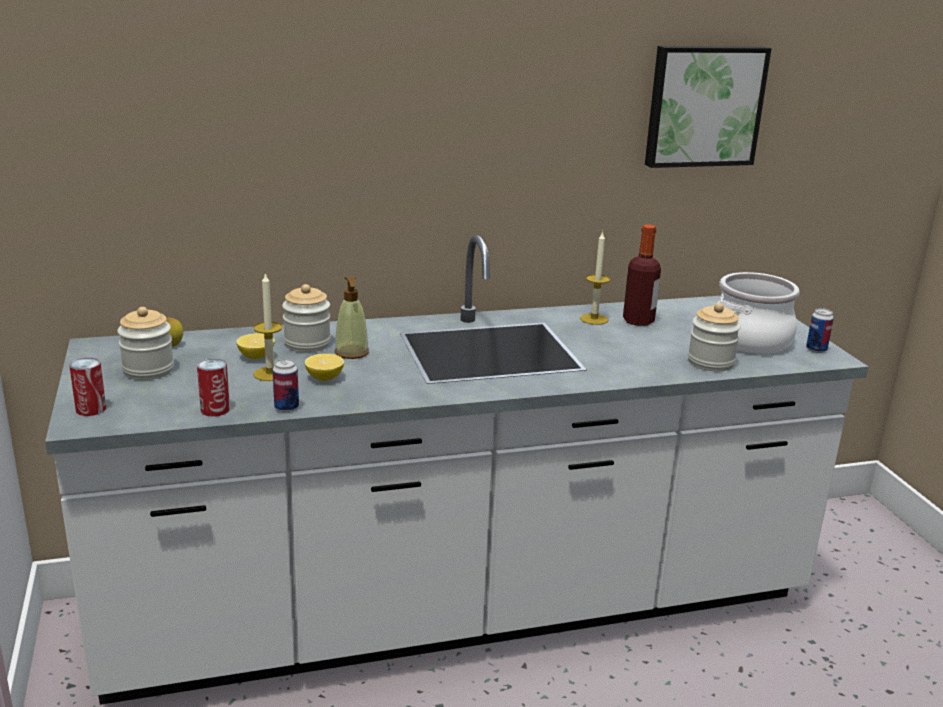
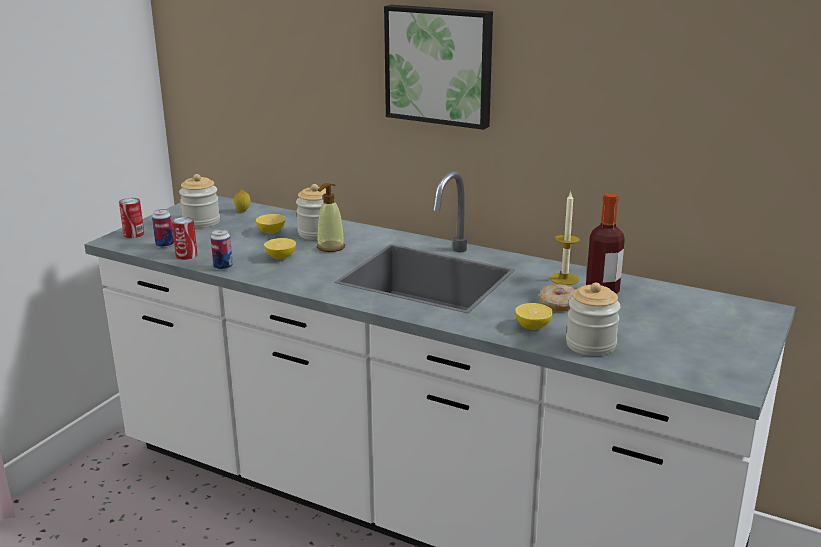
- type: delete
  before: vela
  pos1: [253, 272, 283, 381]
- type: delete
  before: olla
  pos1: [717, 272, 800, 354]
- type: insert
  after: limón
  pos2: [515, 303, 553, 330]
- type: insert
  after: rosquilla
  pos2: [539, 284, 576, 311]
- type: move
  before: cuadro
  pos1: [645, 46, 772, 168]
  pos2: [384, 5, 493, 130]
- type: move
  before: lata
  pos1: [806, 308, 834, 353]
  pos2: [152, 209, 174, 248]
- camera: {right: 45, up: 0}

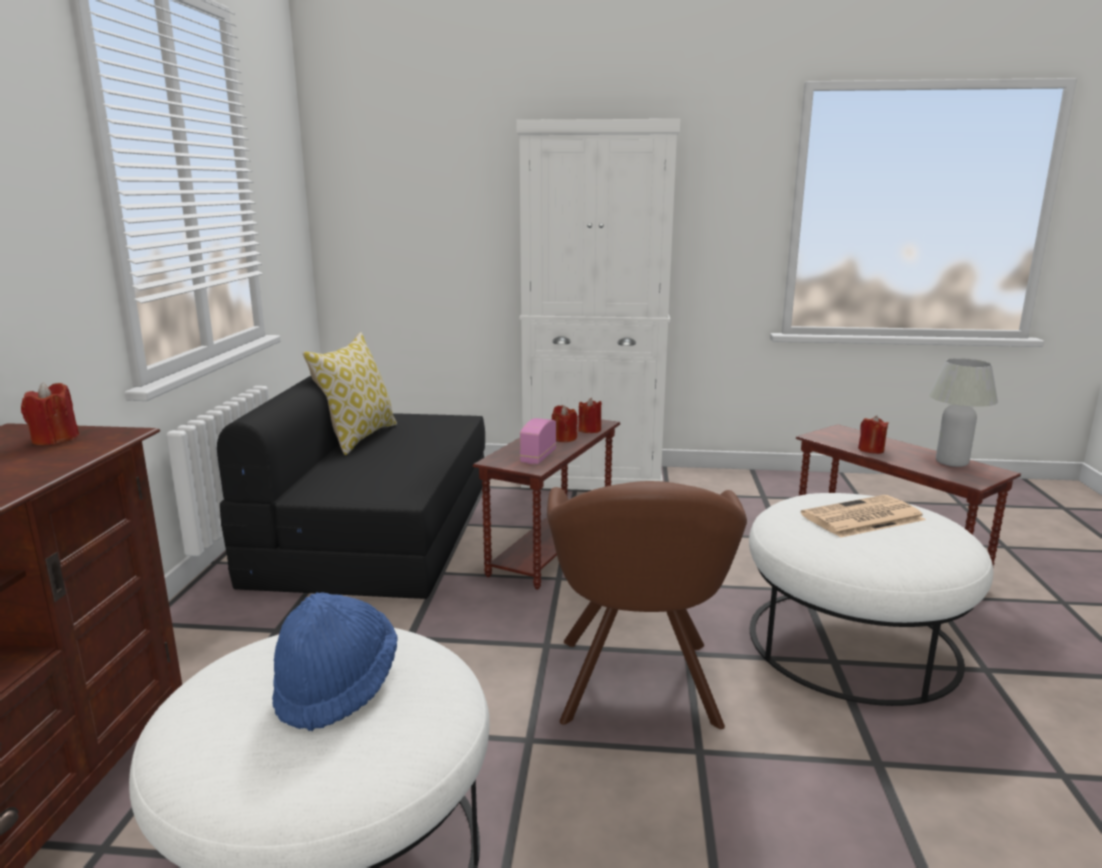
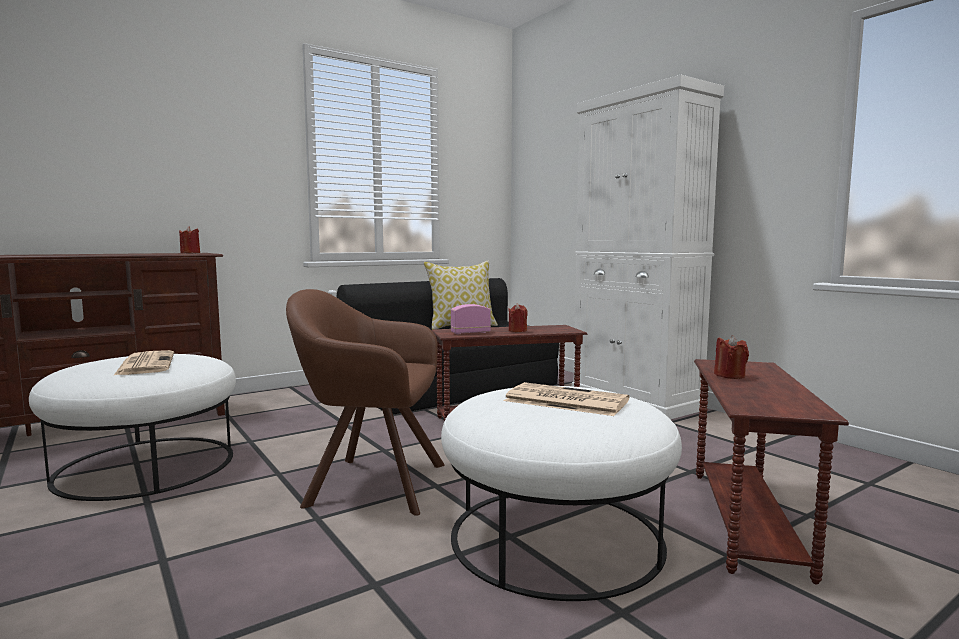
- type: delete
  before: vela [rojo]
  pos1: [578, 398, 602, 433]
- type: delete
  before: lámpara de mesa [blanco]
  pos1: [928, 358, 998, 467]
- type: replace
  before: sombrero [azul]
  after: periódico
  pos1: [272, 592, 398, 731]
  pos2: [113, 350, 174, 376]
- type: rotate
  before: sillón [marrón]
  pos1: [547, 481, 747, 729]
  pos2: [286, 289, 445, 516]
  turn: 45
- camera: {right: 50, up: -10}

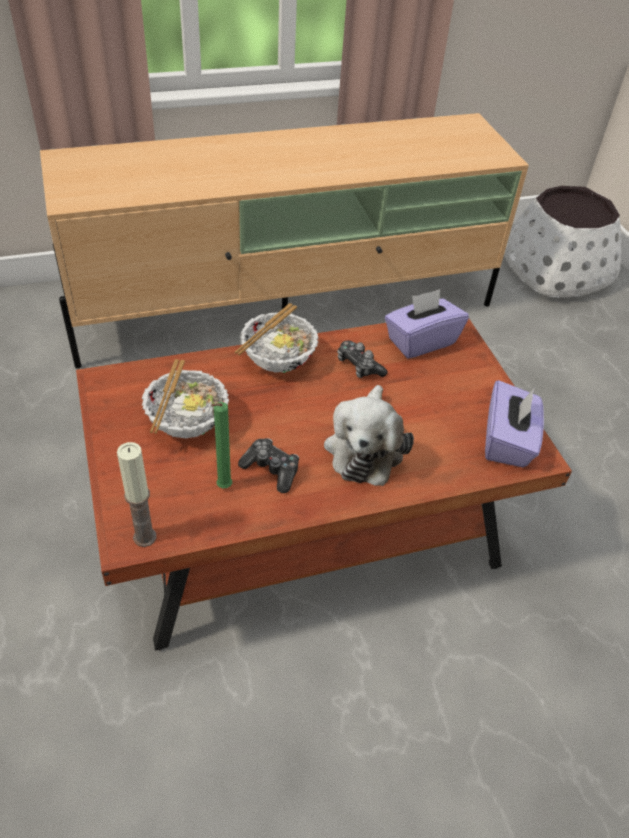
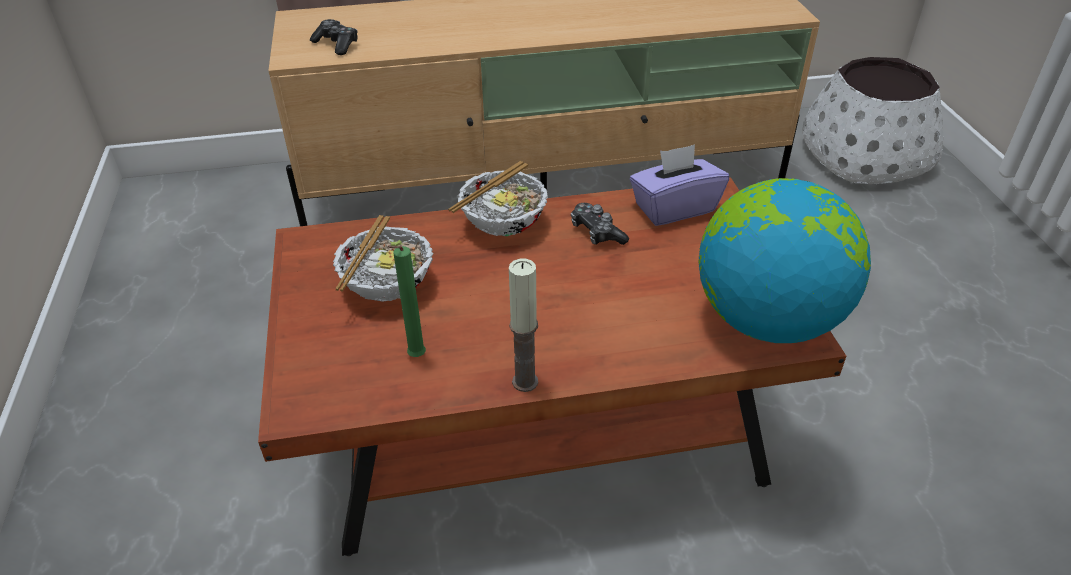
- type: delete
  before: peluche
  pos1: [324, 385, 414, 486]
- type: move
  before: vela
  pos1: [117, 442, 156, 547]
  pos2: [509, 259, 538, 392]
- type: move
  before: mando de consola
  pos1: [238, 438, 299, 493]
  pos2: [310, 19, 358, 55]
- type: replace
  before: caja de pañuelos [morado]
  after: globo terráqueo
  pos1: [485, 380, 544, 467]
  pos2: [698, 178, 871, 343]
- camera: {right: 10, up: -5}

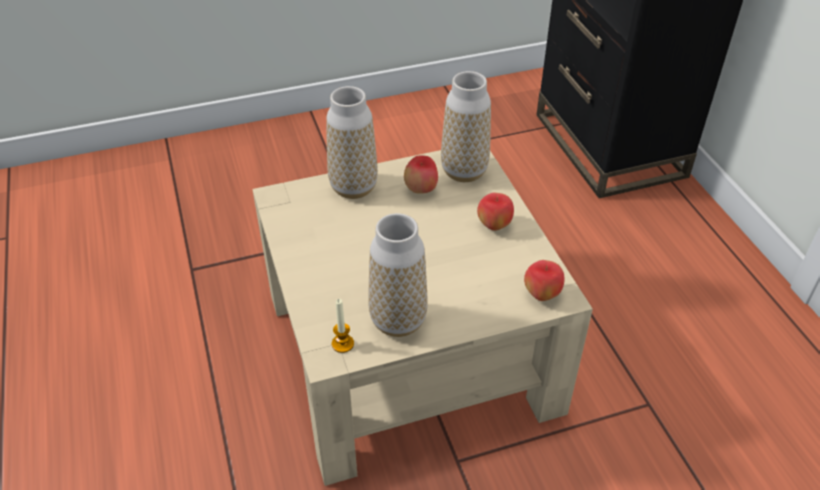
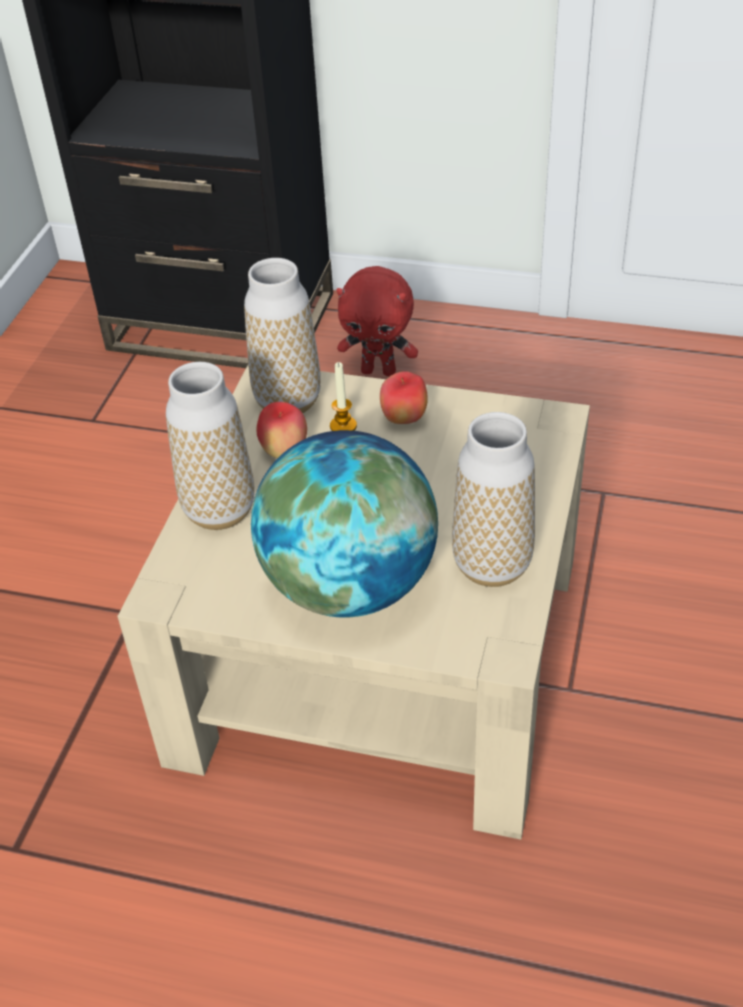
- type: delete
  before: manzana
  pos1: [524, 260, 564, 301]
- type: insert
  after: globo terráqueo
  pos2: [251, 430, 438, 618]
- type: insert
  after: peluche [rojo]
  pos2: [336, 266, 418, 377]
- type: move
  before: vela
  pos1: [332, 299, 354, 353]
  pos2: [330, 362, 357, 431]
- camera: {right: -55, up: 0}

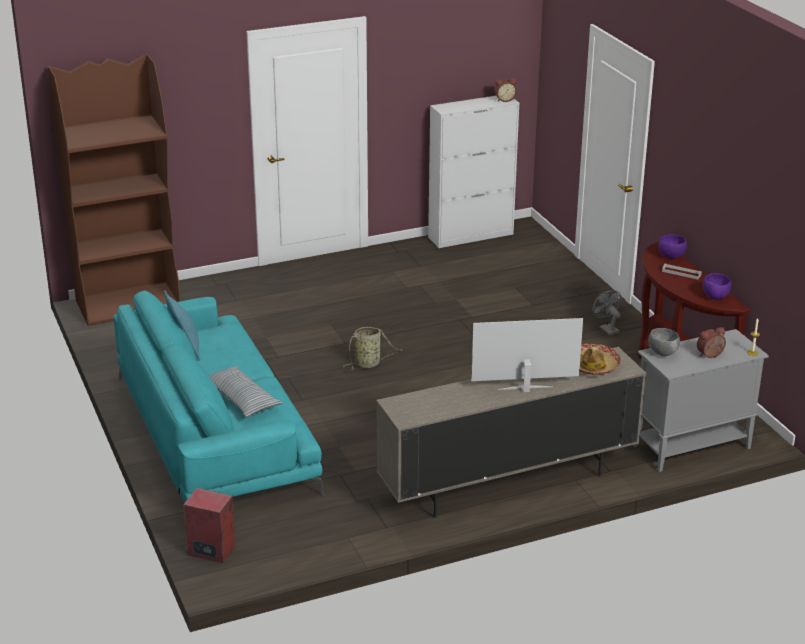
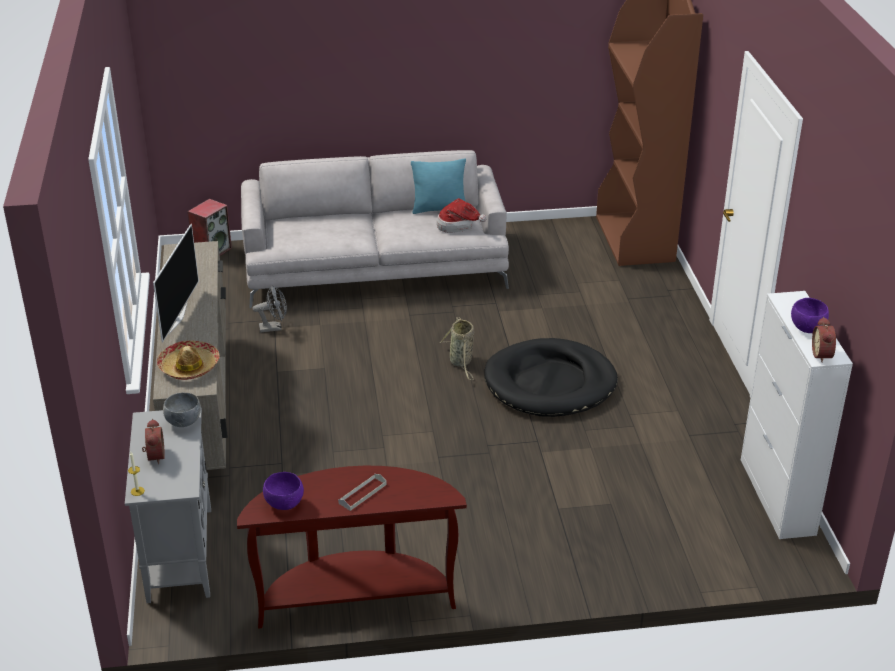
- type: delete
  before: cojín
  pos1: [209, 366, 283, 417]
- type: insert
  after: sombrero
  pos2: [437, 198, 487, 233]
- type: insert
  after: cama para perro [negro]
  pos2: [484, 338, 618, 417]
- type: move
  before: ventilador [gris]
  pos1: [593, 290, 621, 335]
  pos2: [252, 285, 287, 332]
- type: move
  before: cuenco [morado]
  pos1: [659, 235, 687, 259]
  pos2: [791, 298, 829, 333]
- type: recolor
  before: sofá [turquesa]
  after: sofá [gris]
  pos1: [113, 291, 325, 503]
  pos2: [241, 150, 509, 308]
- camera: {right: 105, up: 5}

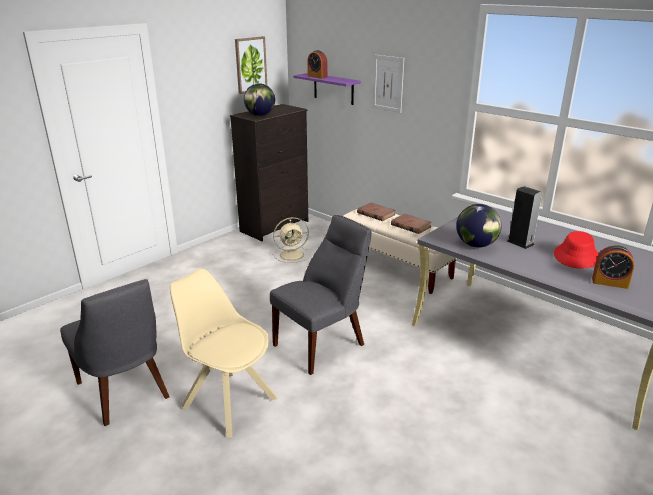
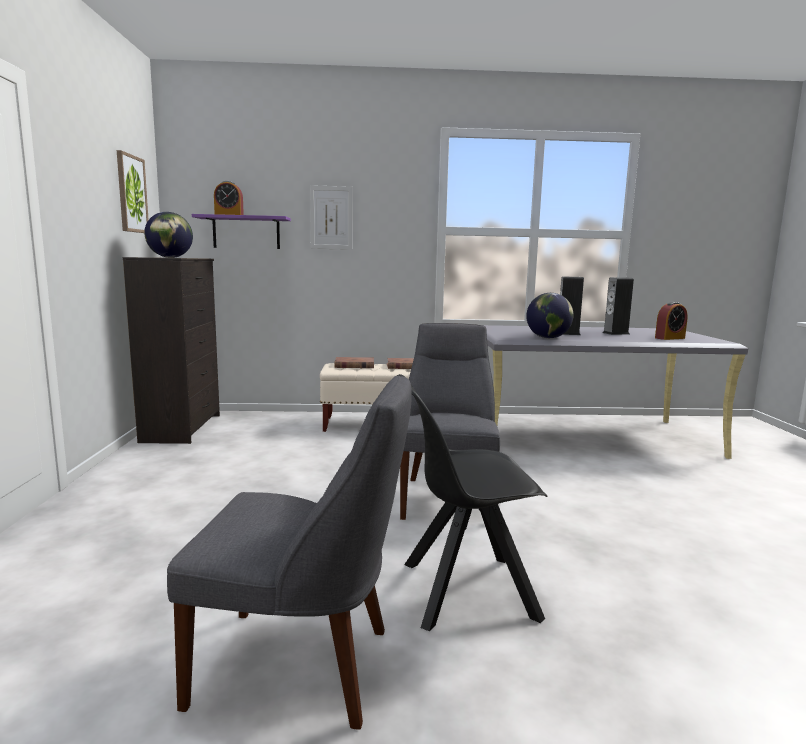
- type: delete
  before: ventilador [beis]
  pos1: [272, 217, 310, 263]
- type: replace
  before: sombrero [rojo]
  after: altavoz
  pos1: [554, 231, 598, 269]
  pos2: [602, 277, 634, 335]
- type: recolor
  before: silla [beis]
  after: silla [negro]
  pos1: [170, 269, 278, 438]
  pos2: [397, 374, 548, 631]
- camera: {right: -45, up: -15}

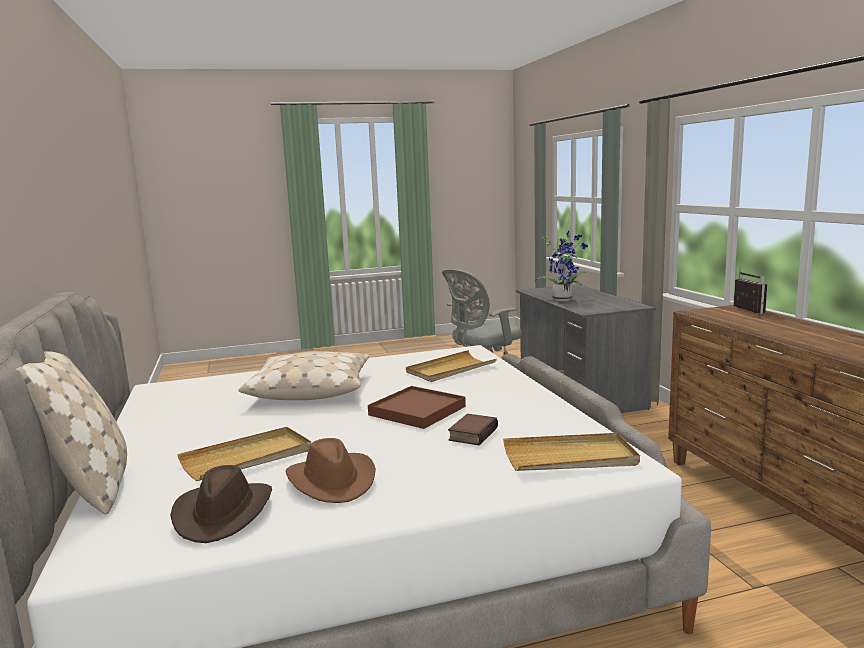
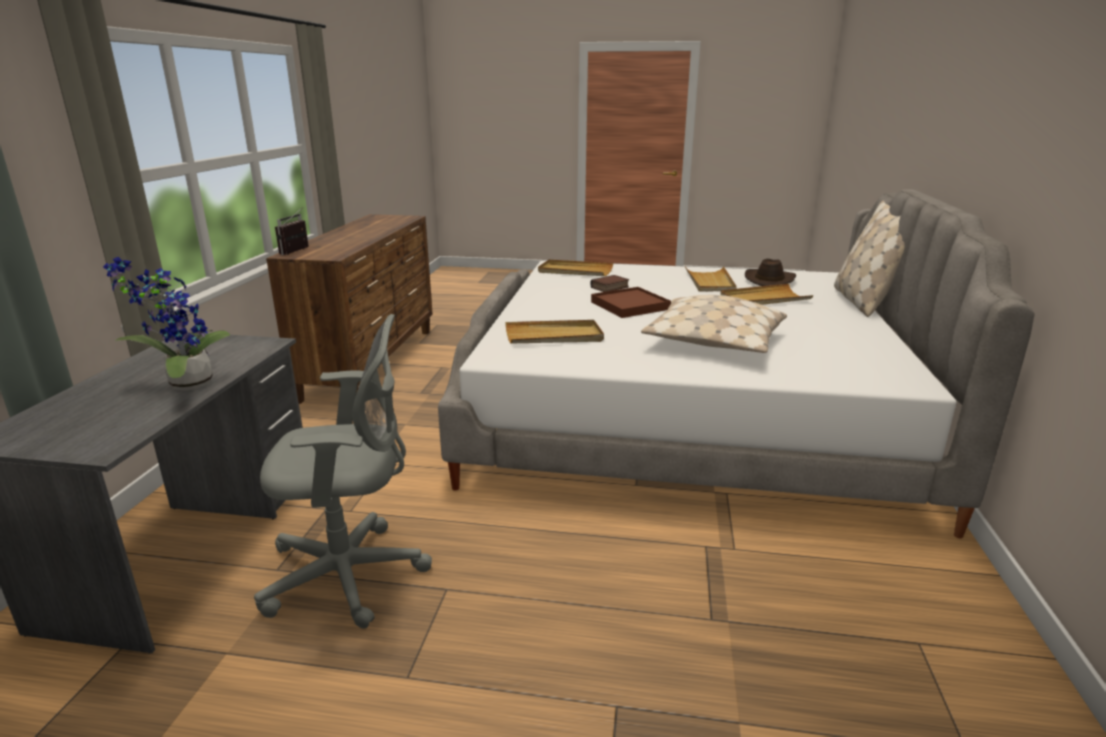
- type: replace
  before: sombrero [marrón]
  after: bandeja [beis]
  pos1: [285, 438, 376, 503]
  pos2: [685, 266, 737, 292]
- camera: {right: -155, up: 10}

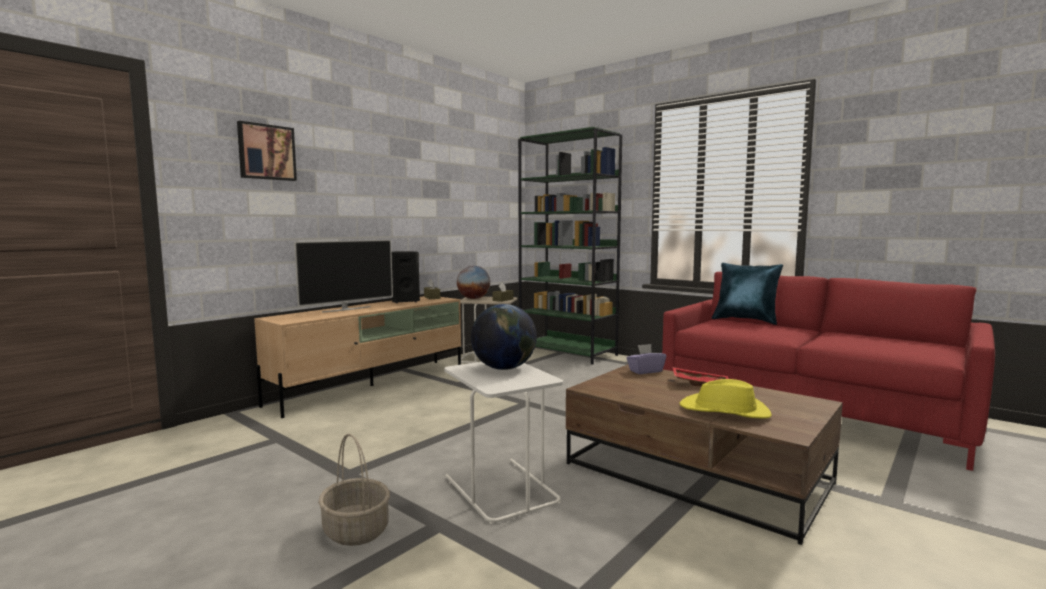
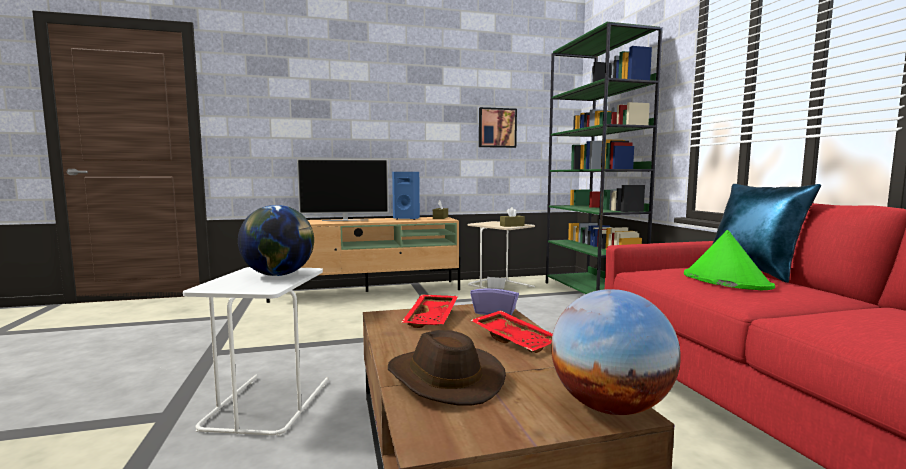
- type: delete
  before: cesta
  pos1: [318, 434, 390, 546]
- type: insert
  after: bandeja [rojo]
  pos2: [401, 295, 458, 328]
- type: insert
  after: sombrero [verde]
  pos2: [684, 230, 775, 290]
- type: move
  before: cuadro
  pos1: [237, 121, 297, 181]
  pos2: [479, 107, 517, 148]
- type: move
  before: globo terráqueo
  pos1: [457, 266, 490, 299]
  pos2: [551, 289, 681, 415]
- type: recolor
  before: altavoz [negro]
  after: altavoz [azul]
  pos1: [392, 251, 420, 303]
  pos2: [392, 172, 420, 220]
- type: recolor
  before: sombrero [amarillo]
  after: sombrero [marrón]
  pos1: [680, 379, 772, 418]
  pos2: [388, 330, 506, 406]
- camera: {right: 35, up: 0}

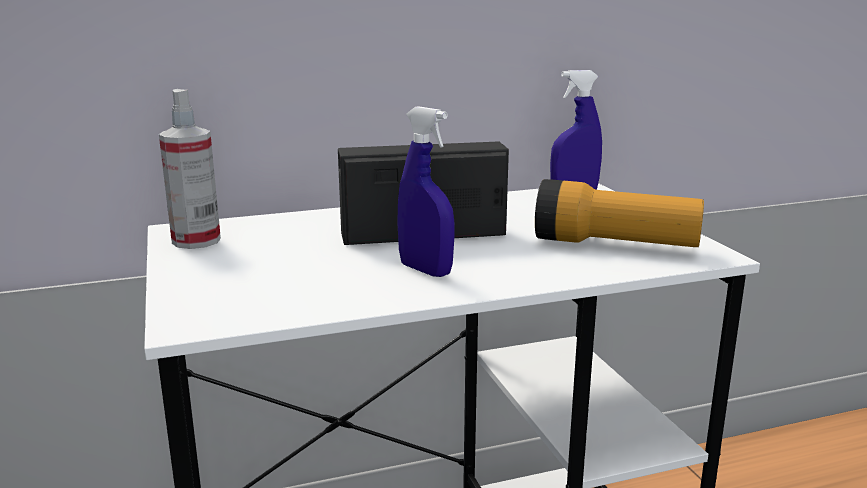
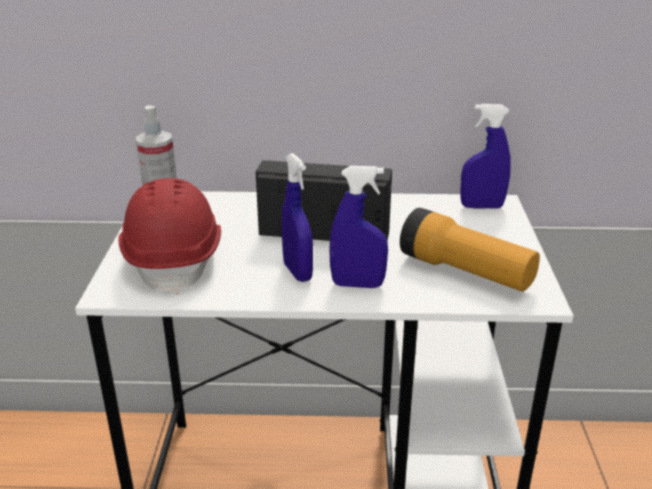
- type: insert
  after: casco [rojo]
  pos2: [118, 178, 221, 295]
- type: insert
  after: pulverizador [azul]
  pos2: [329, 166, 388, 288]
- camera: {right: 20, up: 10}

